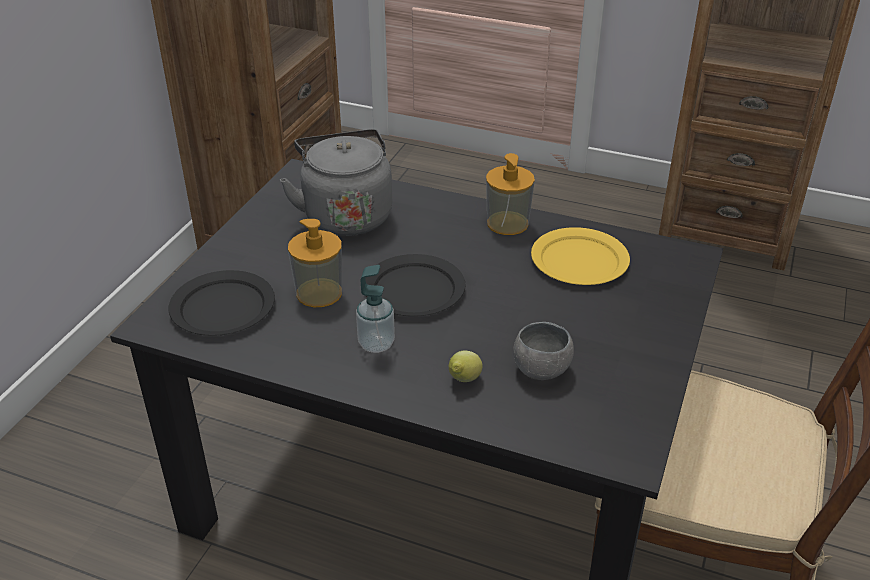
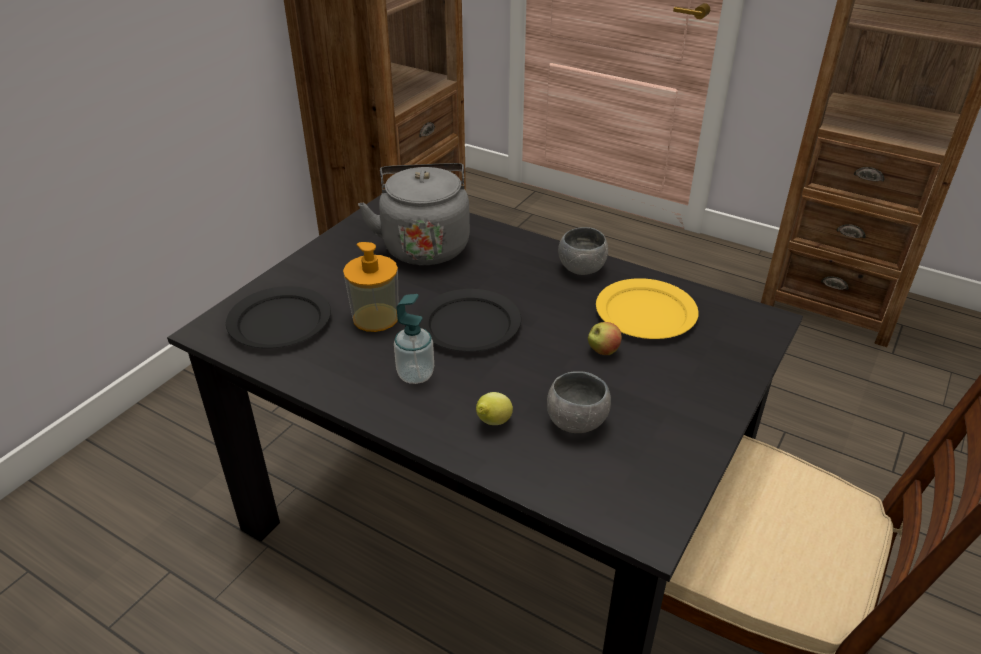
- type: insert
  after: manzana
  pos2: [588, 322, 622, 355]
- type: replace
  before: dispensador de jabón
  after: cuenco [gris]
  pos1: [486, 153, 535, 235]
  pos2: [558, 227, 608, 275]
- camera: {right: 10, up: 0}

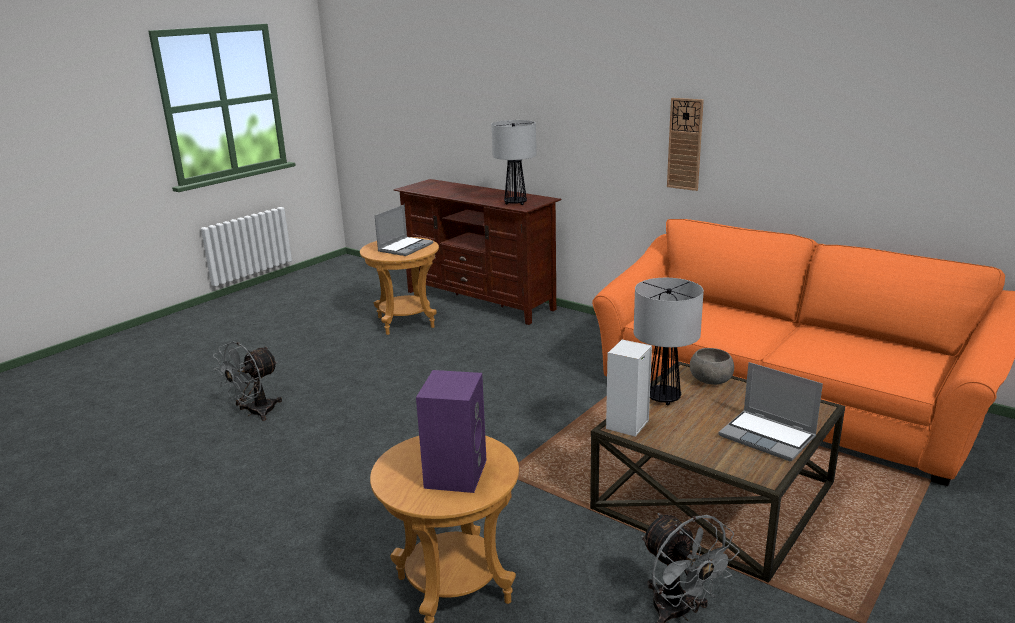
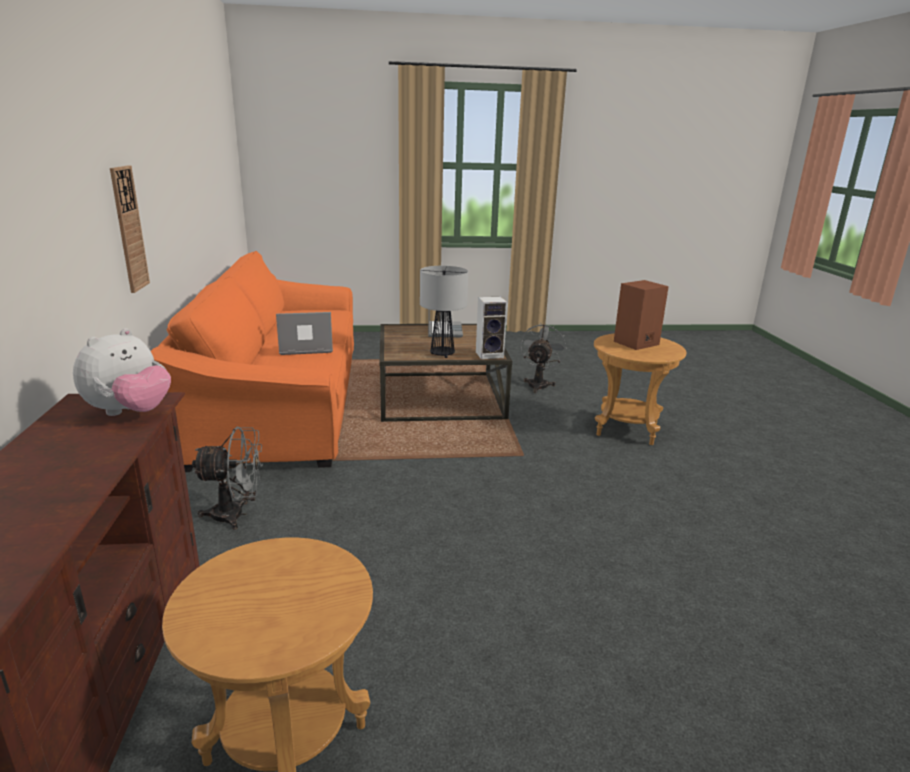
- type: delete
  before: cuenco [gris]
  pos1: [690, 348, 734, 385]
- type: move
  before: ventilador [gris]
  pos1: [213, 342, 282, 421]
  pos2: [192, 427, 263, 530]
- type: move
  before: portátil
  pos1: [375, 205, 433, 256]
  pos2: [276, 312, 333, 355]
- type: replace
  before: lámpara de mesa
  after: peluche
  pos1: [491, 120, 536, 205]
  pos2: [73, 328, 171, 416]
- type: recolor
  before: altavoz [morado]
  after: altavoz [marrón]
  pos1: [416, 370, 487, 493]
  pos2: [614, 280, 669, 350]
- camera: {right: -135, up: 0}

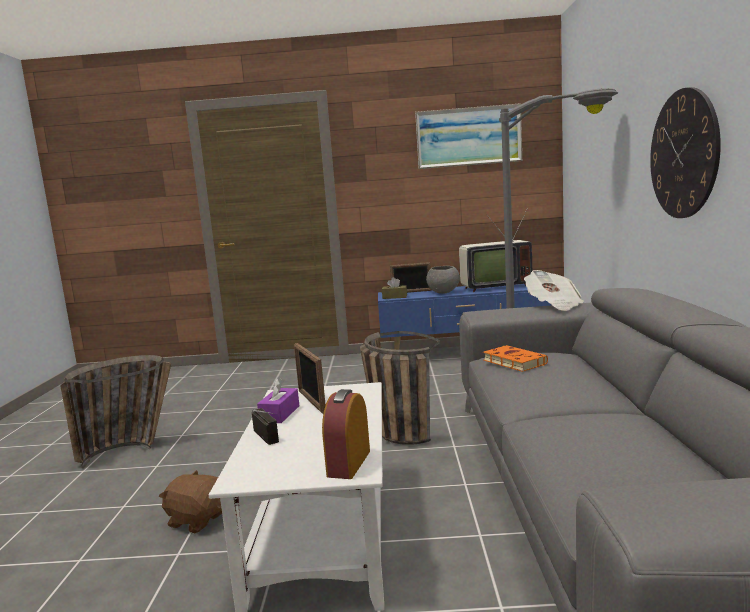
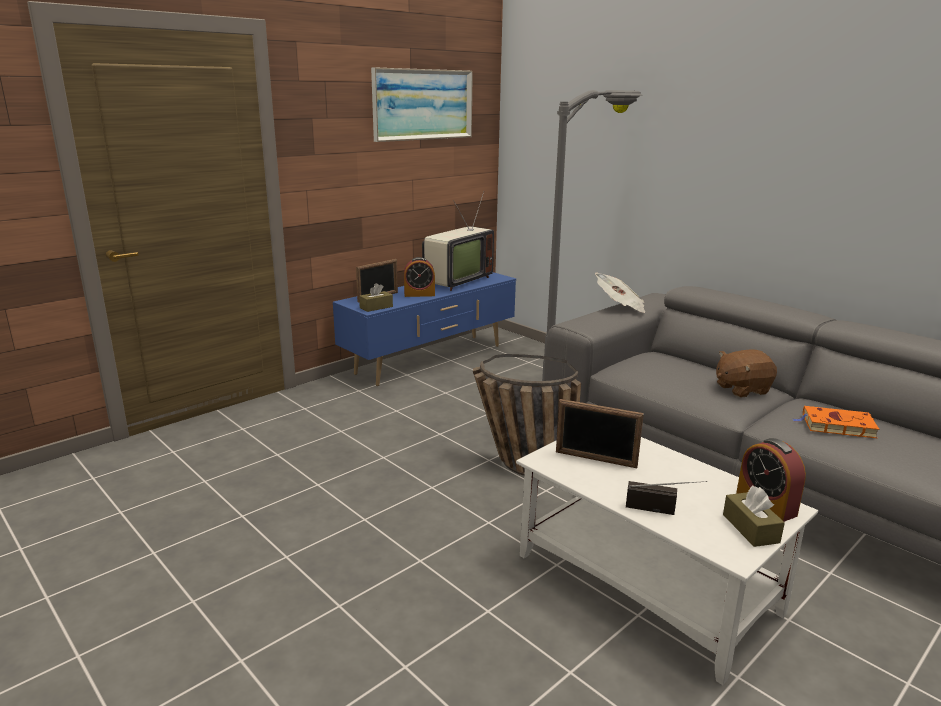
- type: delete
  before: cesta
  pos1: [60, 355, 171, 469]
- type: delete
  before: caja de pañuelos [morado]
  pos1: [257, 377, 299, 423]
- type: delete
  before: reloj de pared
  pos1: [650, 87, 721, 218]
- type: insert
  after: caja de pañuelos [marrón]
  pos2: [723, 486, 785, 547]
- type: move
  before: peluche [marrón]
  pos1: [159, 470, 222, 533]
  pos2: [716, 349, 777, 398]
- type: move
  before: libro [naranja]
  pos1: [483, 345, 548, 372]
  pos2: [793, 406, 880, 438]
- type: replace
  before: cuenco [gris]
  after: despertador
  pos1: [426, 266, 460, 294]
  pos2: [404, 257, 435, 297]
- camera: {right: -45, up: 10}

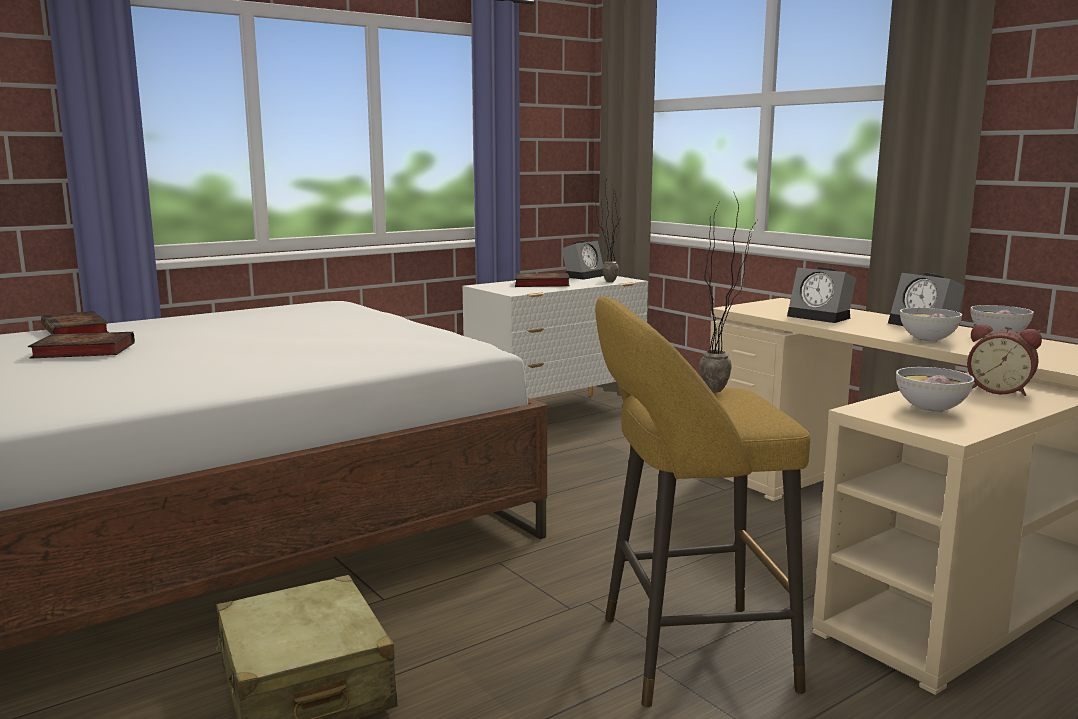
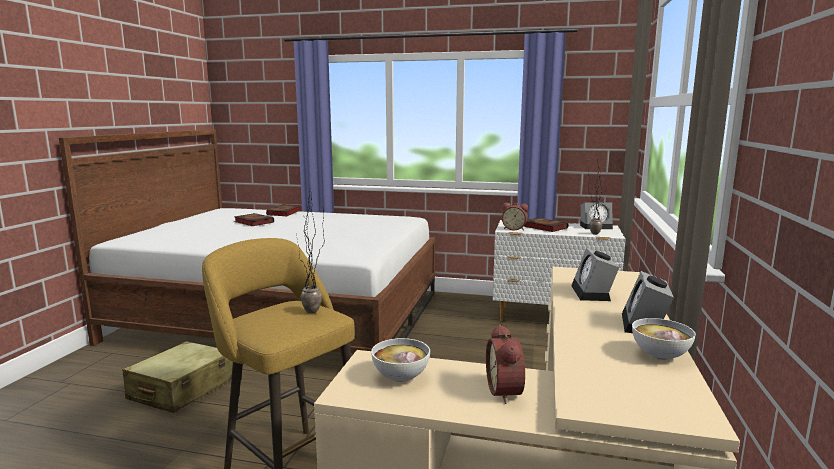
- type: delete
  before: cuenco
  pos1: [900, 308, 962, 342]
- type: insert
  after: despertador
  pos2: [502, 203, 528, 231]
- camera: {right: 50, up: 0}

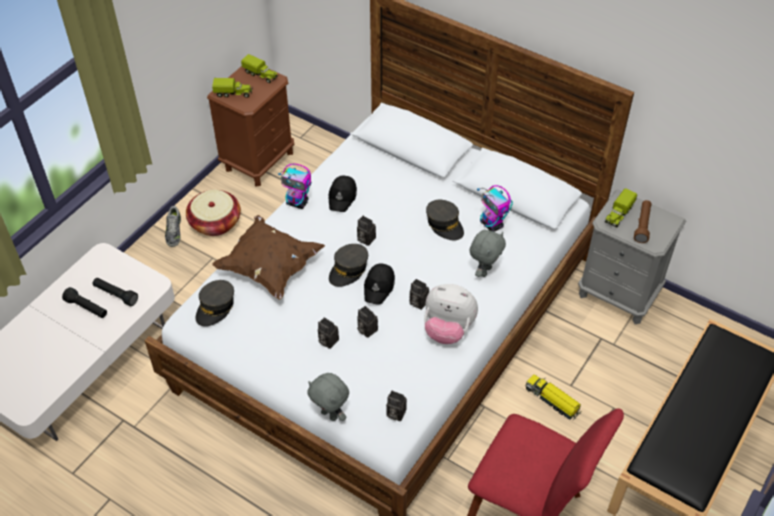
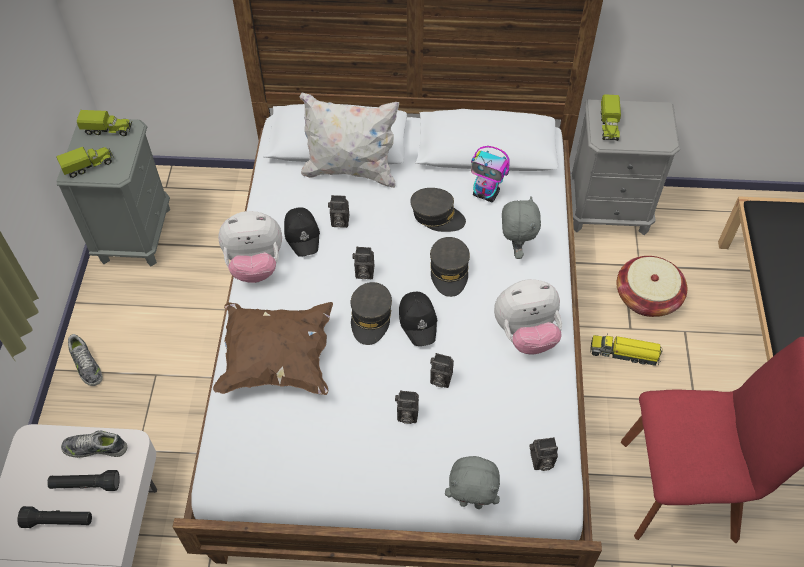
- type: delete
  before: linterna [marrón]
  pos1: [634, 200, 651, 243]
- type: insert
  after: zapato
  pos2: [61, 431, 127, 458]
- type: insert
  after: cojín [blanco]
  pos2: [300, 93, 399, 188]
- type: move
  before: cesta
  pos1: [186, 190, 241, 236]
  pos2: [616, 256, 687, 317]
- type: move
  before: gorra [gris]
  pos1: [196, 280, 234, 327]
  pos2: [430, 237, 470, 297]
- type: move
  before: cámara
  pos1: [410, 279, 429, 310]
  pos2: [328, 195, 349, 228]
- type: replace
  before: robot de juguete
  after: peluche
  pos1: [278, 163, 311, 209]
  pos2: [218, 211, 282, 283]
- type: recolor
  before: mesita de noche [marrón]
  after: mesita de noche [gris]
  pos1: [207, 66, 294, 187]
  pos2: [57, 119, 170, 266]
- camera: {right: -30, up: 5}

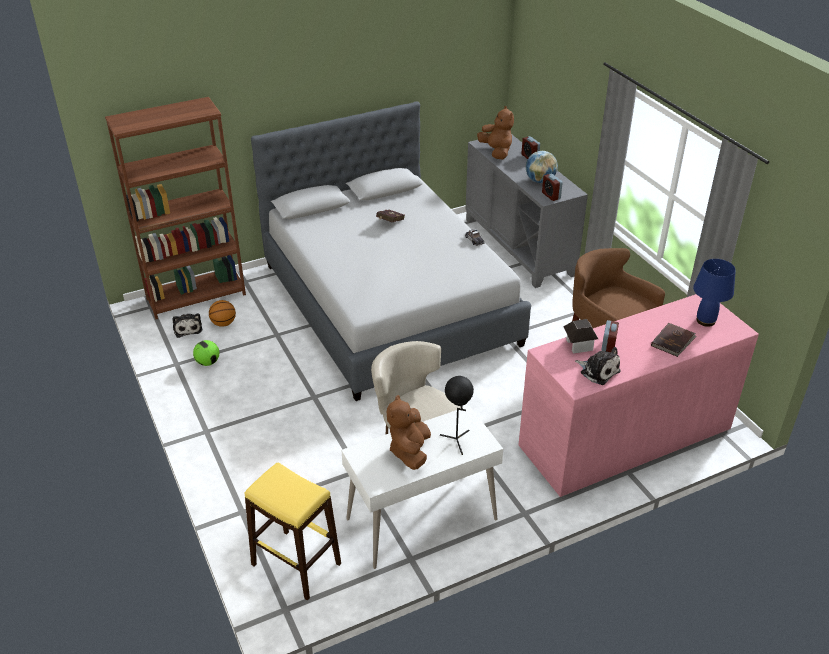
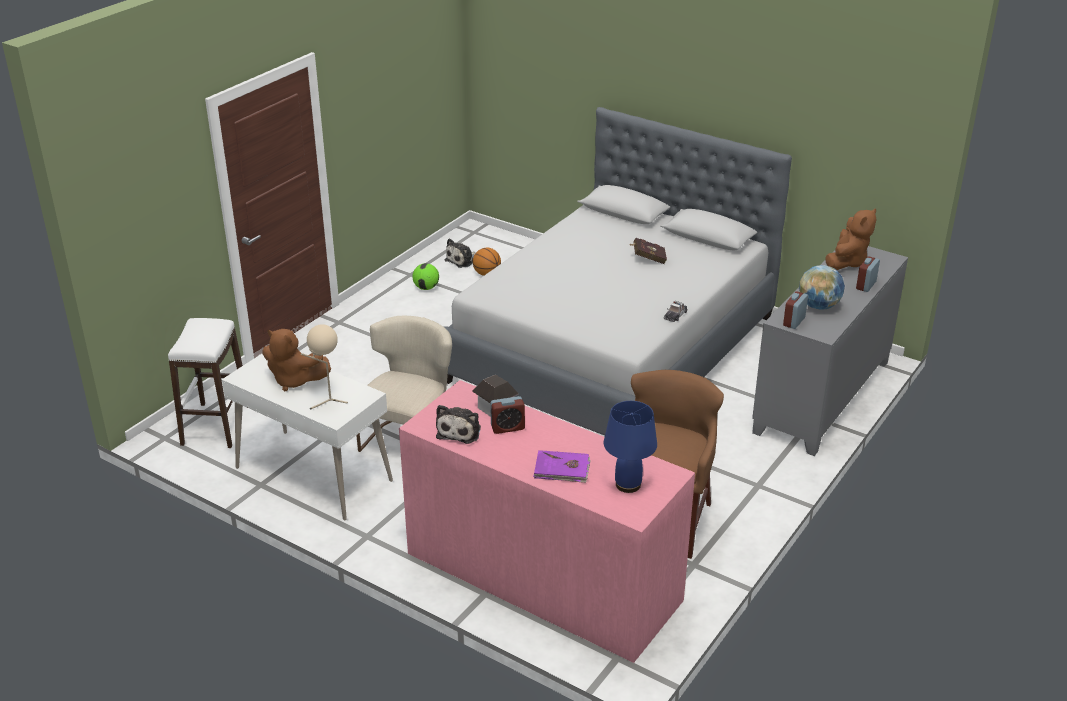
- type: delete
  before: estantería [marrón]
  pos1: [105, 97, 246, 319]
- type: recolor
  before: taburete [amarillo]
  after: taburete [blanco]
  pos1: [244, 463, 341, 600]
  pos2: [168, 318, 247, 448]
- type: recolor
  before: lámpara de mesa [negro]
  after: lámpara de mesa [beis]
  pos1: [440, 376, 474, 455]
  pos2: [301, 324, 348, 410]
- type: recolor
  before: libro [marrón]
  after: libro [morado]
  pos1: [651, 323, 697, 357]
  pos2: [533, 450, 591, 483]
- type: rotate
  before: peluche [marrón]
  pos1: [387, 395, 431, 470]
  pos2: [262, 329, 331, 391]
  turn: -135
- camera: {right: 60, up: -5}

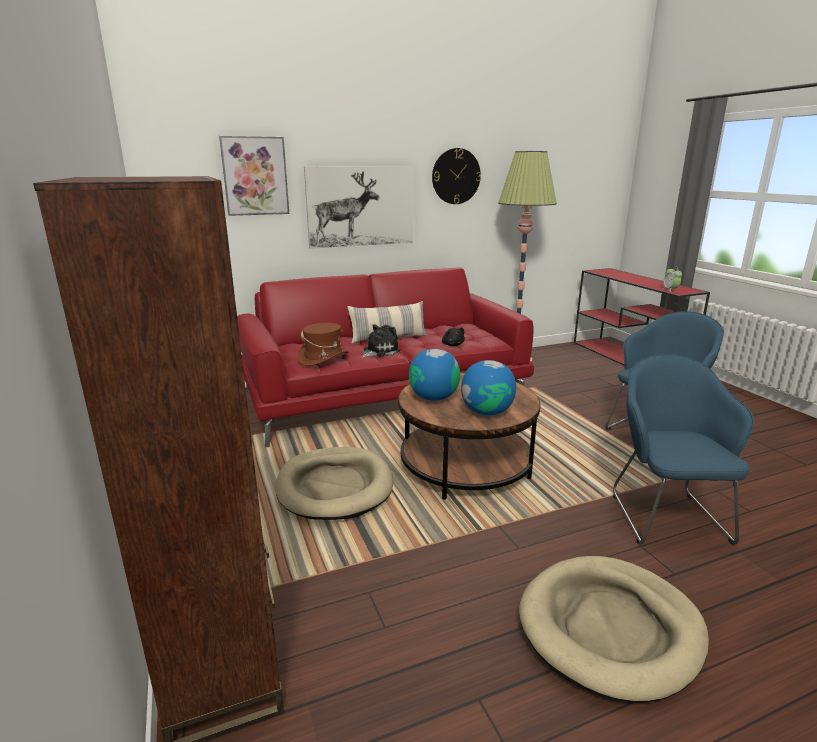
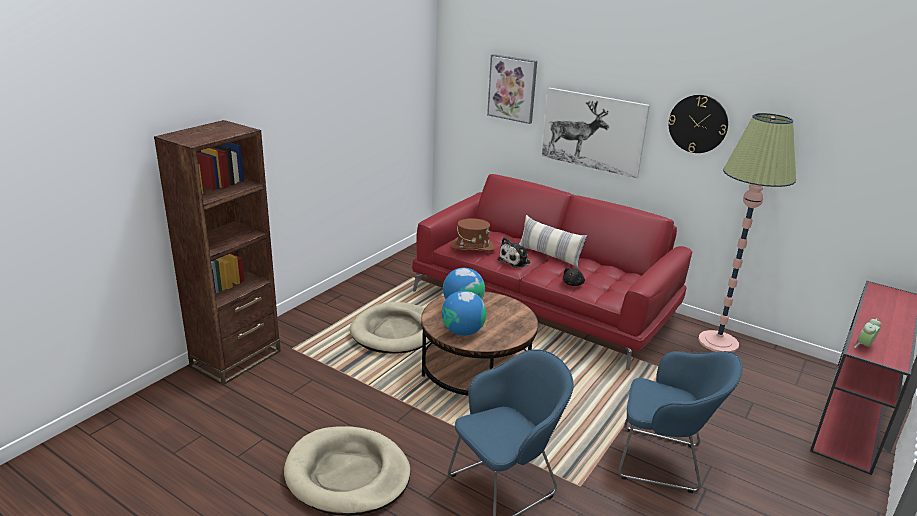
- type: rotate
  before: peluche
  pos1: [361, 324, 401, 358]
  pos2: [498, 237, 531, 268]
  turn: 120
- camera: {right: 55, up: 5}

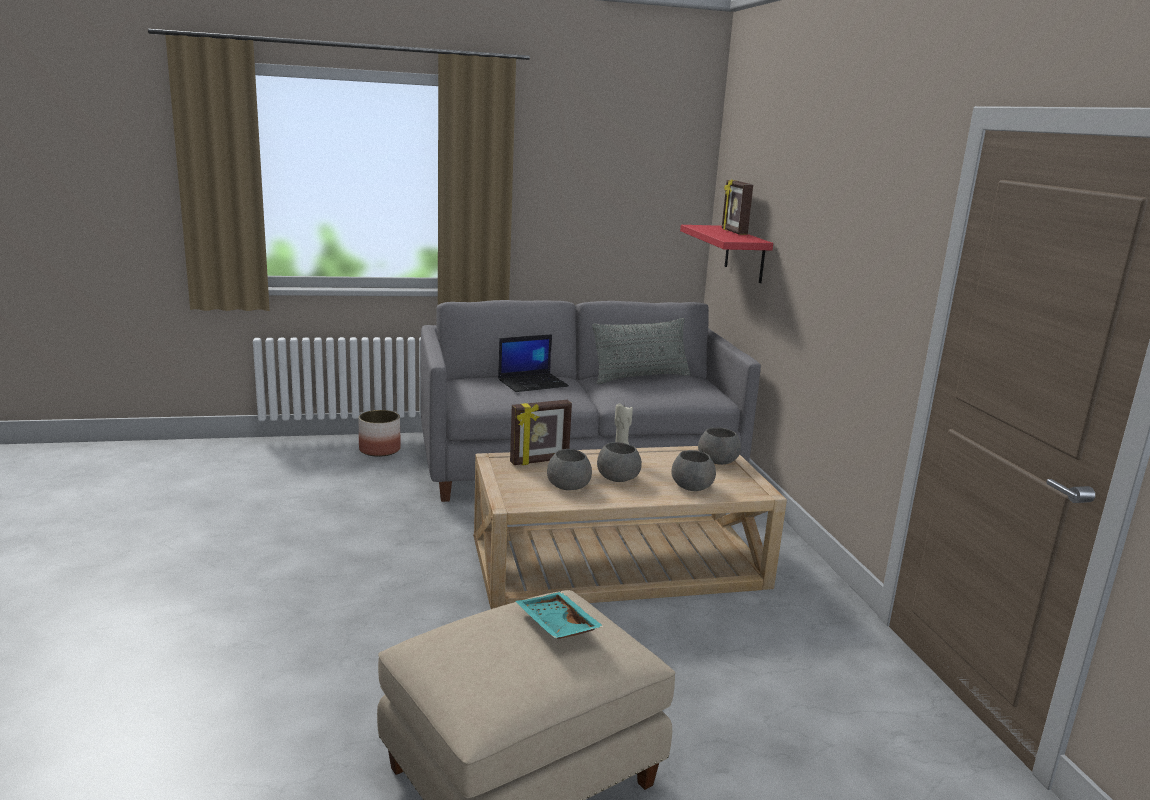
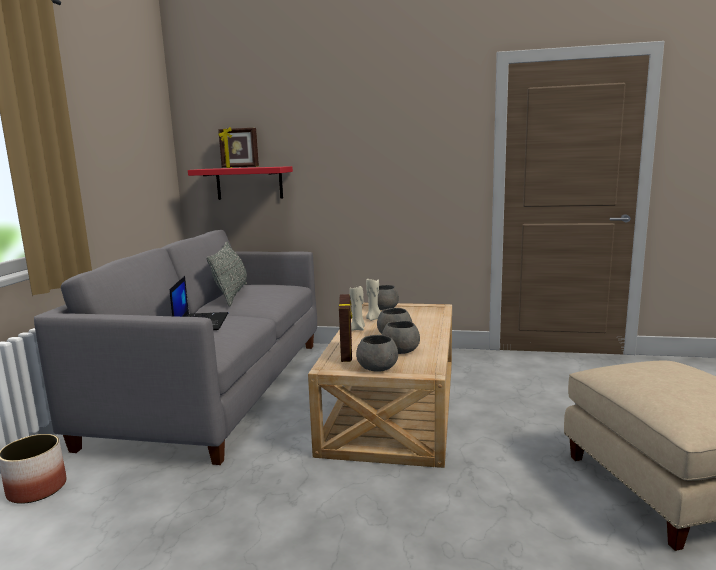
- type: delete
  before: bandeja [turquesa]
  pos1: [516, 592, 604, 639]
- type: insert
  after: vela [beis]
  pos2: [366, 277, 381, 321]
- type: move
  before: cuenco [gris]
  pos1: [672, 450, 716, 491]
  pos2: [356, 335, 398, 371]
- camera: {right: -65, up: -5}

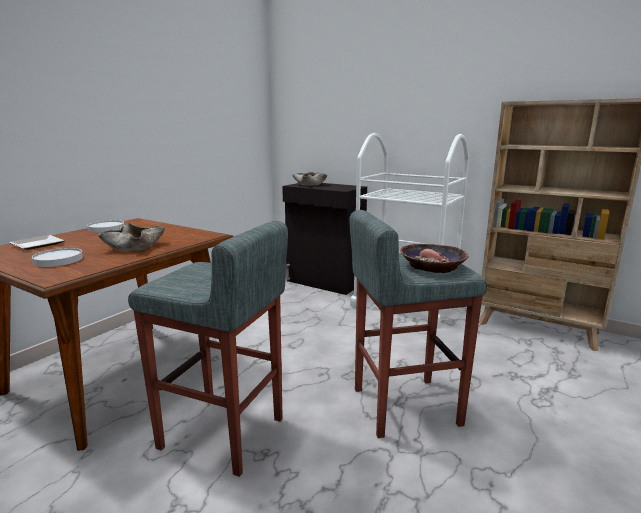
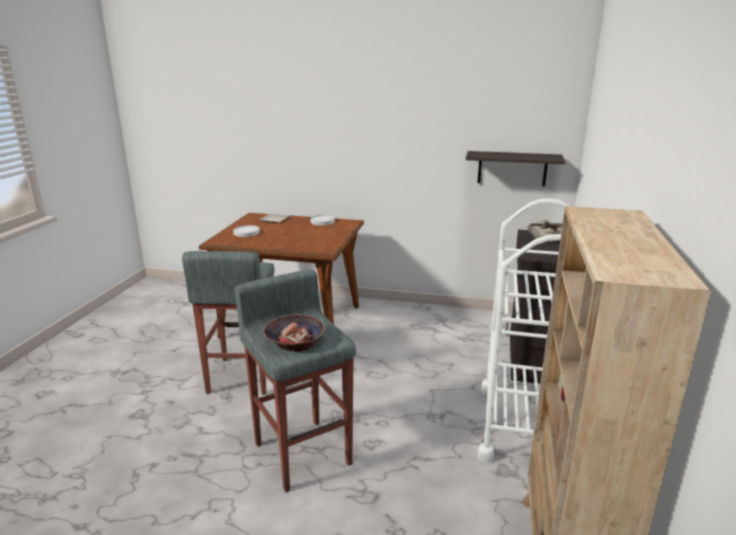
- type: delete
  before: cuenco [beis]
  pos1: [98, 223, 165, 252]
- type: insert
  after: estante
  pos2: [466, 151, 565, 186]
- camera: {right: 70, up: 5}

